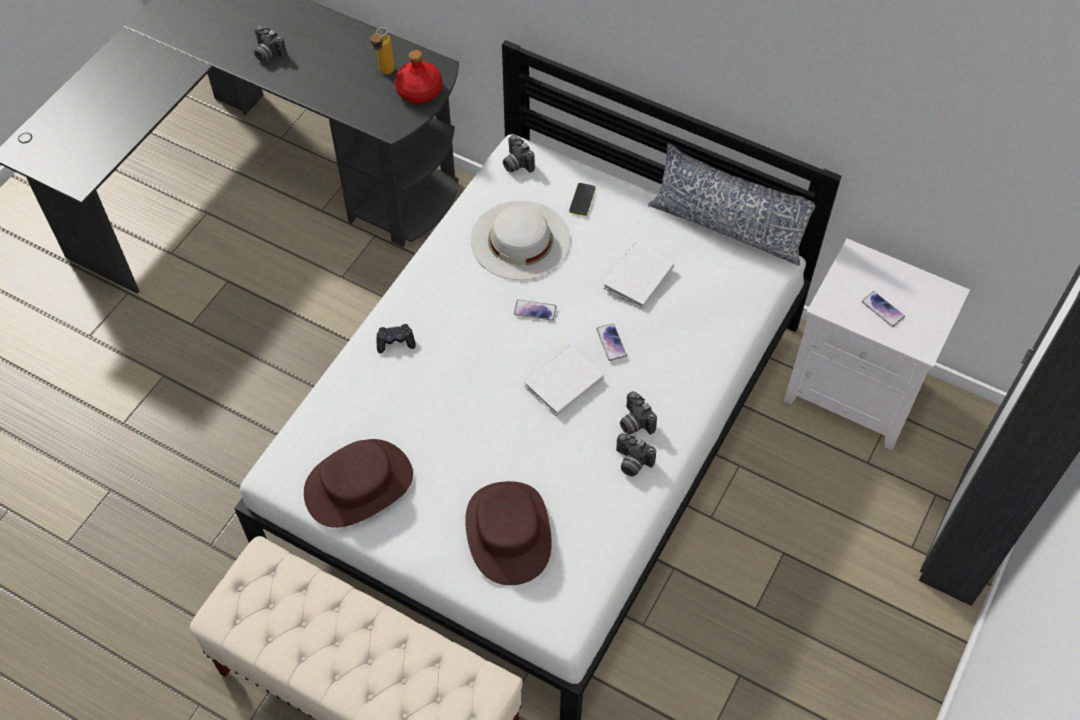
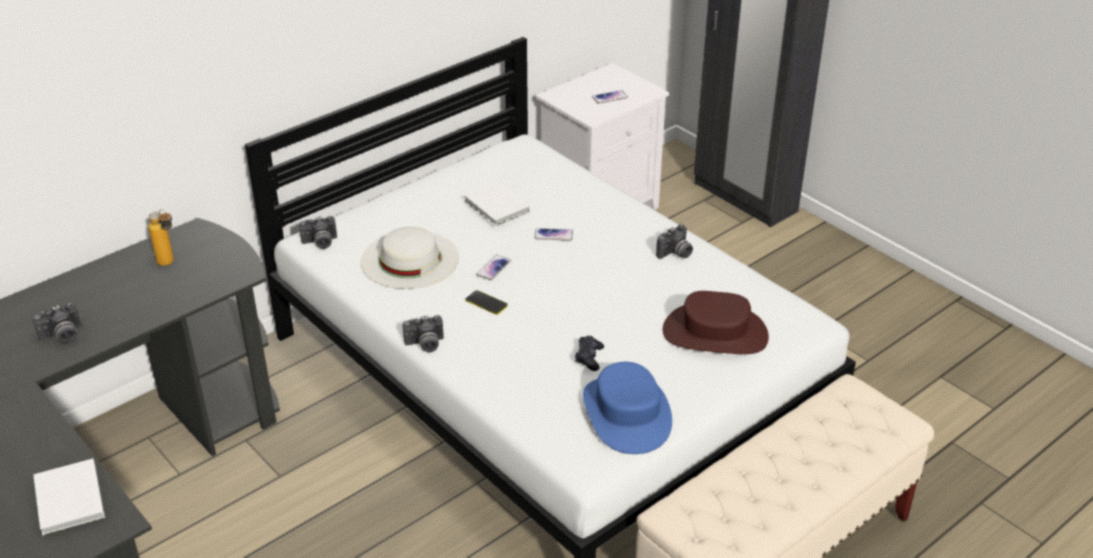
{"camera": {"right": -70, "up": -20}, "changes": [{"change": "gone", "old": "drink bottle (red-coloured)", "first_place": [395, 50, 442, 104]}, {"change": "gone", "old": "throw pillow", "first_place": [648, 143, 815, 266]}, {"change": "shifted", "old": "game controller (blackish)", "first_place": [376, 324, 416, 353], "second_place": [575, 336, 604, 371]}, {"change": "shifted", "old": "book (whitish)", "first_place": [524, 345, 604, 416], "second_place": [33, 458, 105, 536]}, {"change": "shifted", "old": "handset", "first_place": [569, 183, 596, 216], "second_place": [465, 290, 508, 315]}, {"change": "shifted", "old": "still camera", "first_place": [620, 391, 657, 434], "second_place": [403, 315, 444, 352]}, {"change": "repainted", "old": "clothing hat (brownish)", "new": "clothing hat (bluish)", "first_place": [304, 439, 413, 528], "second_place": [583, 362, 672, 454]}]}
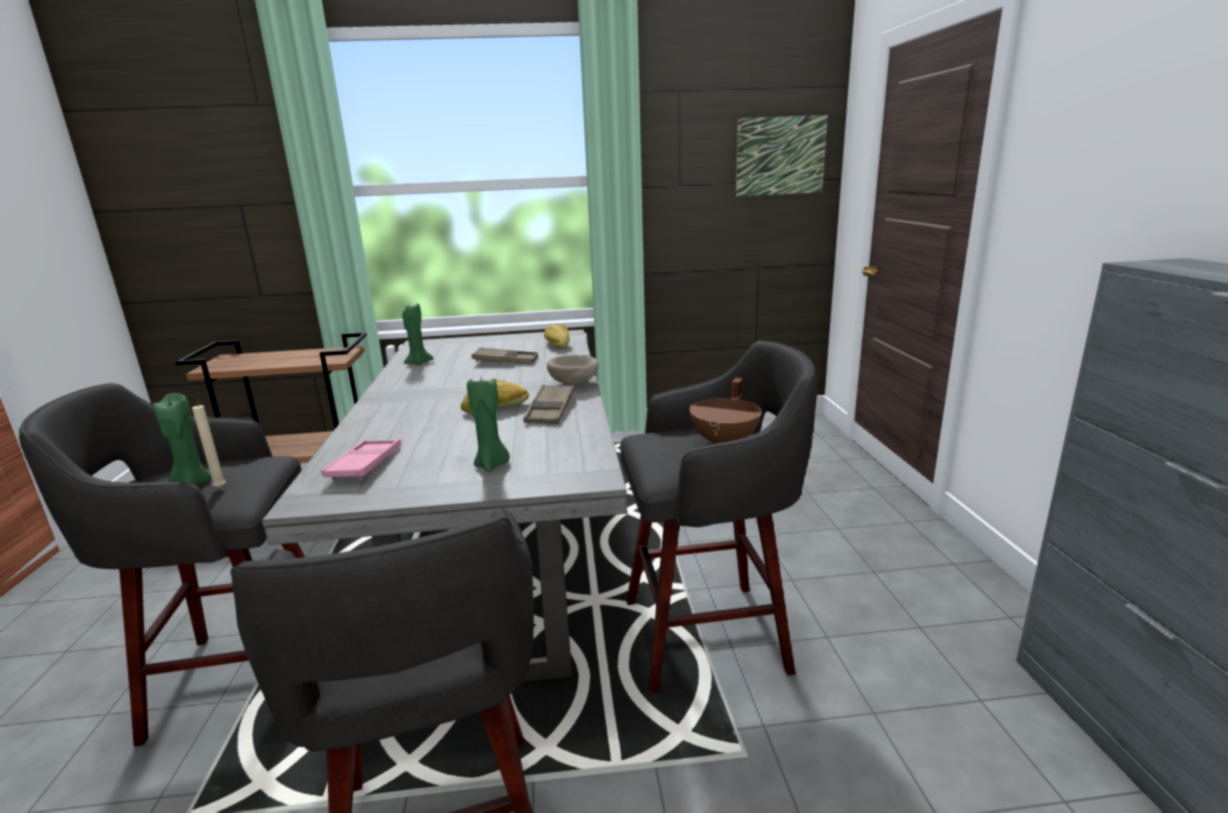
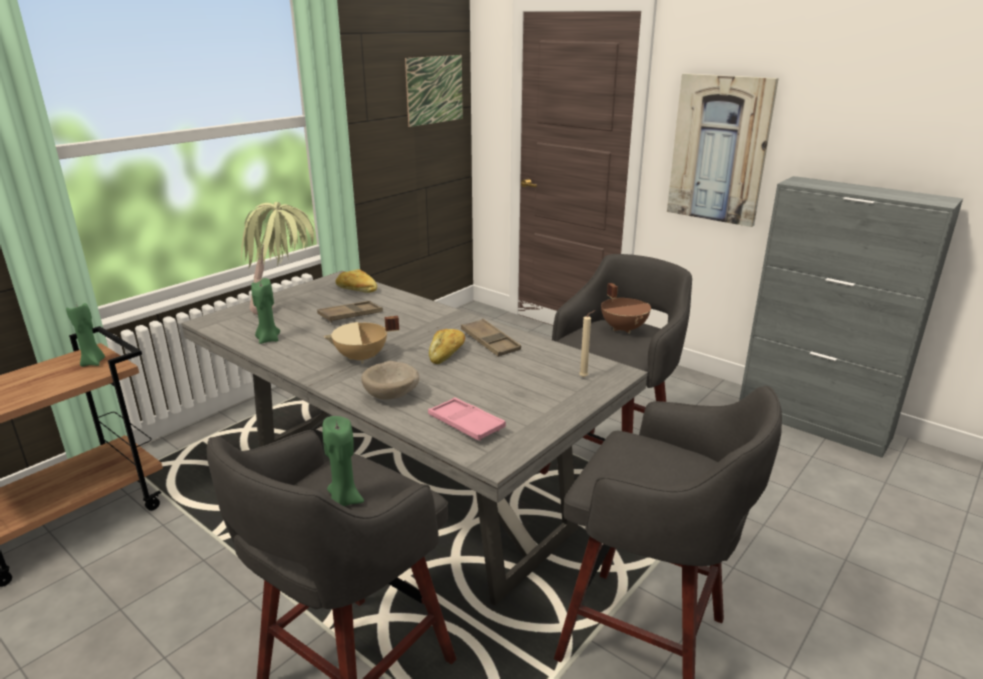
{"camera": {"right": -45, "up": 5}, "changes": [{"change": "new", "new": "houseplant", "second_place": [241, 202, 318, 315]}, {"change": "new", "new": "saucepot (beige)", "second_place": [324, 316, 399, 364]}, {"change": "new", "new": "picture", "second_place": [667, 73, 779, 227]}, {"change": "shifted", "old": "candle (beige)", "first_place": [192, 399, 226, 488], "second_place": [579, 310, 596, 378]}, {"change": "shifted", "old": "candle (greenish)", "first_place": [467, 378, 510, 472], "second_place": [66, 303, 105, 367]}, {"change": "shifted", "old": "deep dish (beige)", "first_place": [547, 354, 599, 385], "second_place": [361, 361, 419, 400]}]}
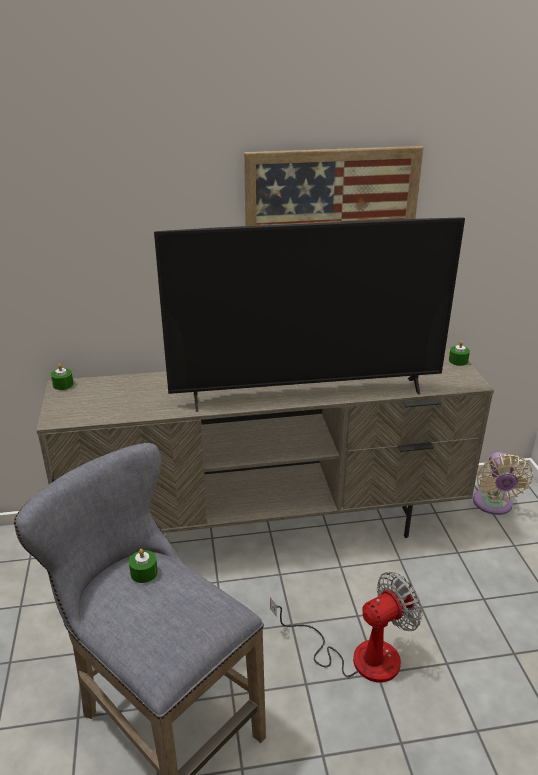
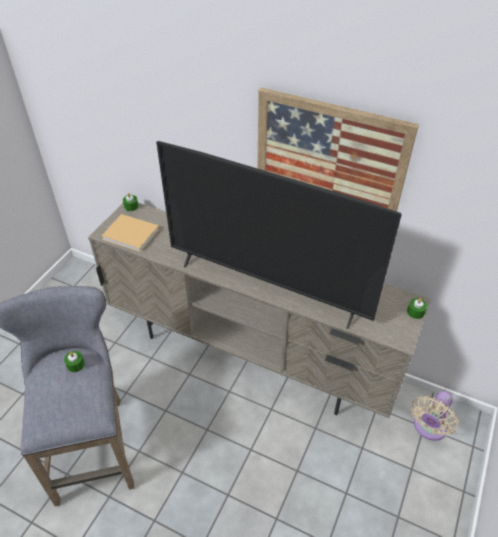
{"camera": {"right": 35, "up": 15}, "changes": [{"change": "gone", "old": "electric fan", "first_place": [270, 572, 423, 683]}, {"change": "new", "new": "book (beige)", "second_place": [101, 214, 159, 252]}]}
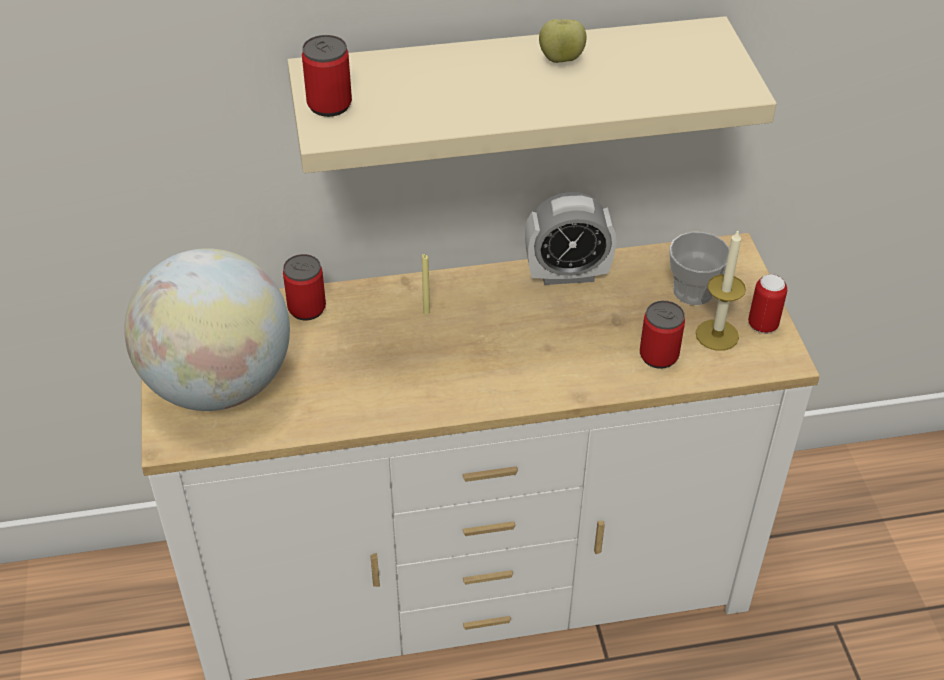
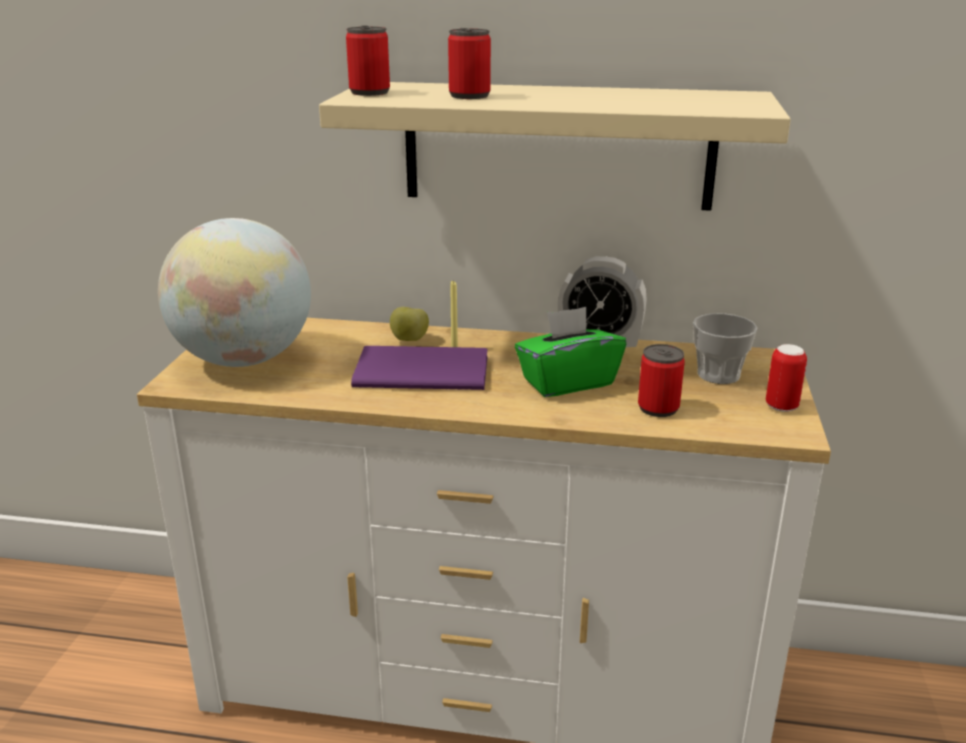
{"camera": {"right": 20, "up": -20}, "changes": [{"change": "gone", "old": "candle", "first_place": [696, 229, 746, 351]}, {"change": "new", "new": "book (purple-coloured)", "second_place": [351, 346, 487, 390]}, {"change": "new", "new": "tissue box (greenish)", "second_place": [515, 307, 626, 397]}, {"change": "shifted", "old": "can", "first_place": [283, 254, 326, 320], "second_place": [448, 28, 491, 99]}, {"change": "shifted", "old": "whole apple", "first_place": [539, 19, 586, 63], "second_place": [390, 307, 429, 341]}]}
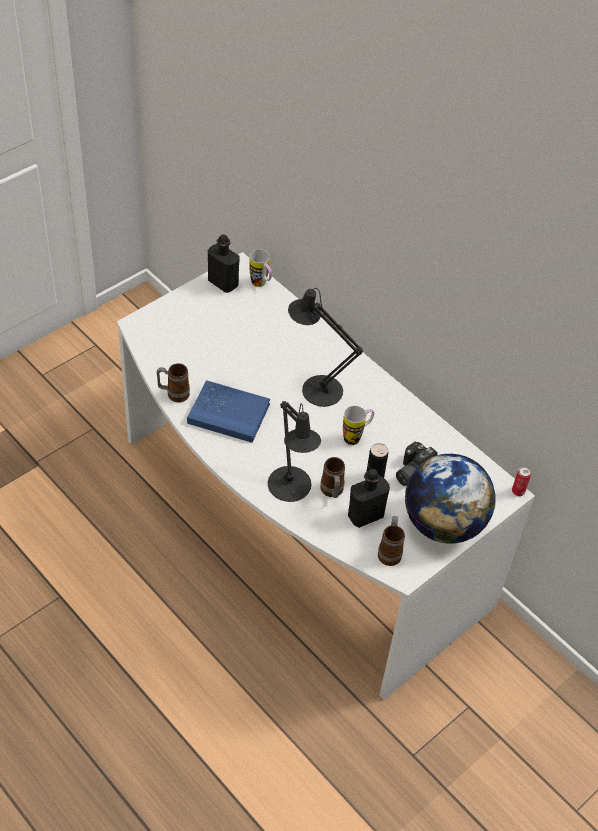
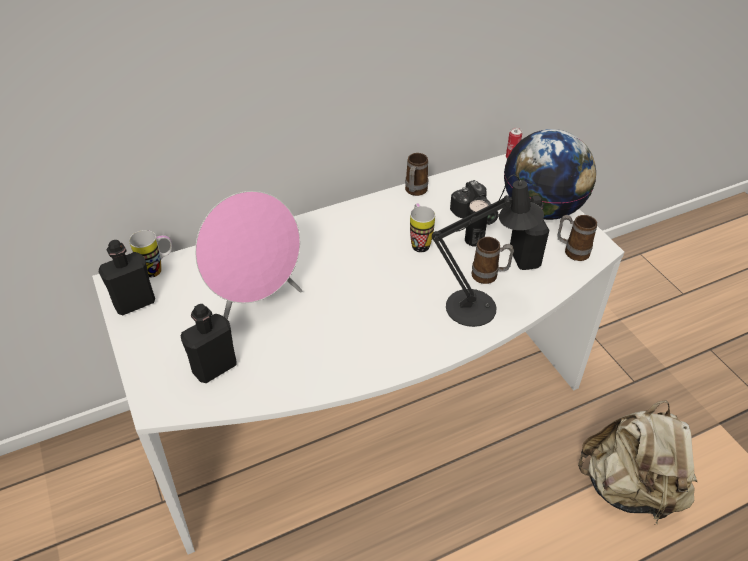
{"camera": {"right": -70, "up": -5}, "changes": [{"change": "gone", "old": "book (bluish)", "first_place": [187, 380, 270, 443]}, {"change": "gone", "old": "tabletop lamp (blackish)", "first_place": [288, 288, 363, 407]}, {"change": "new", "new": "drink bottle (blackish)", "second_place": [181, 304, 236, 383]}, {"change": "new", "new": "loudspeaker (pink-coloured)", "second_place": [195, 191, 303, 320]}, {"change": "new", "new": "backpack (beige)", "second_place": [578, 400, 697, 524]}, {"change": "shifted", "old": "tea mug", "first_place": [156, 363, 190, 402], "second_place": [405, 153, 428, 196]}]}
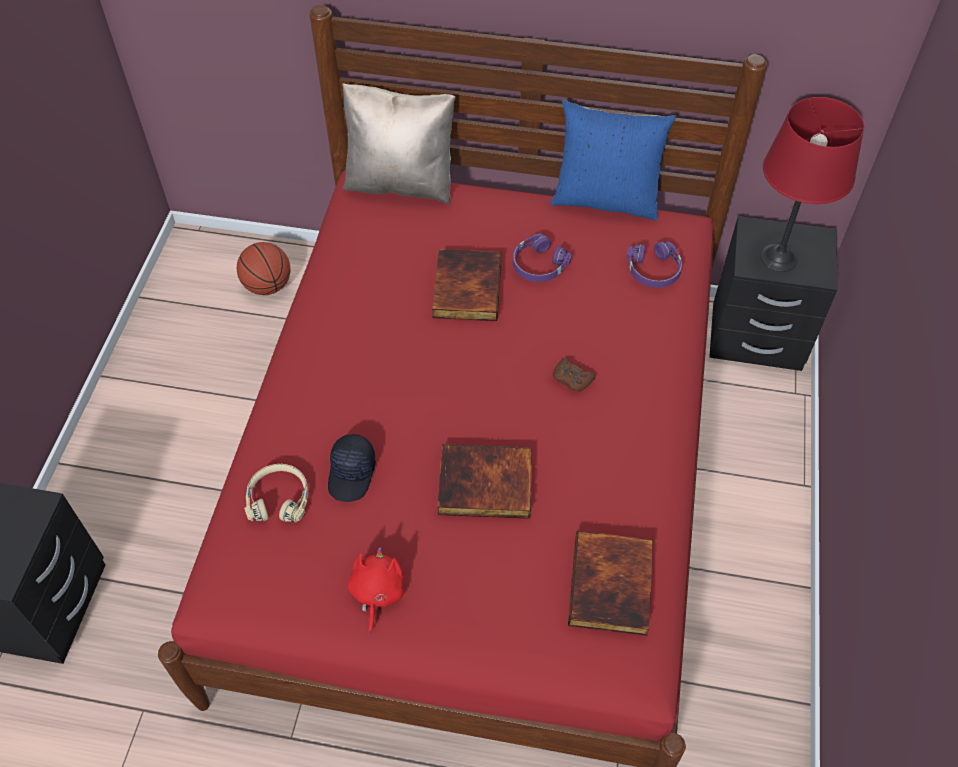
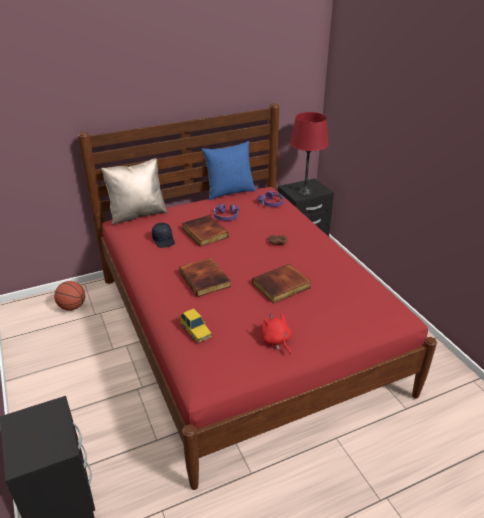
{"camera": {"right": -35, "up": -20}, "changes": [{"change": "shifted", "old": "baseball cap (blackish)", "first_place": [328, 434, 376, 502], "second_place": [152, 223, 175, 248]}, {"change": "shifted", "old": "book", "first_place": [568, 531, 653, 636], "second_place": [179, 258, 231, 297]}, {"change": "swapped", "old": "headset (beige)", "new": "model car", "first_place": [244, 464, 308, 522], "second_place": [180, 308, 212, 343]}]}
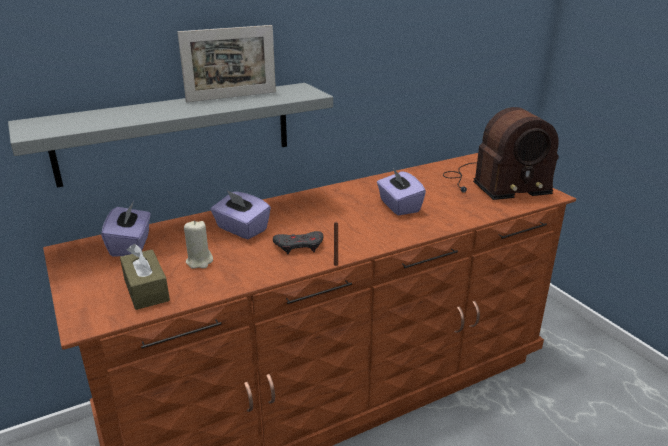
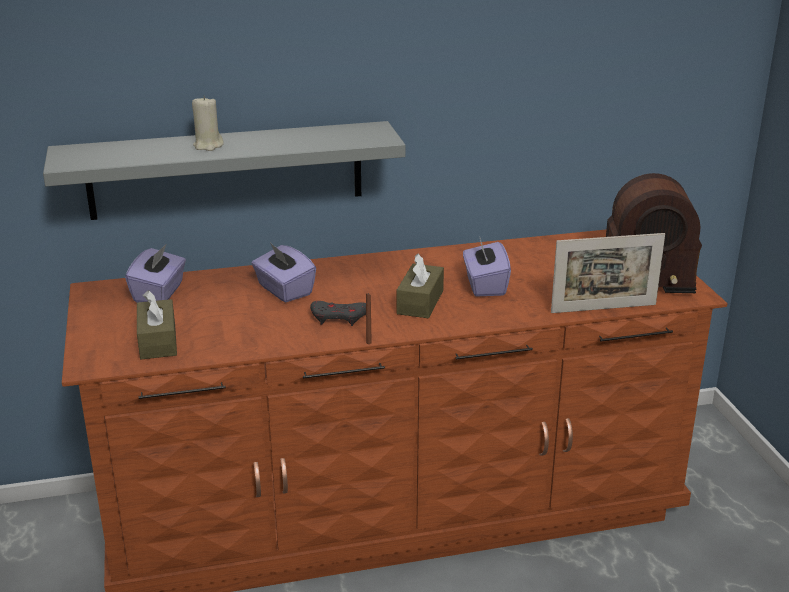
{"camera": {"right": 15, "up": 0}, "changes": [{"change": "new", "new": "tissue box (brownish)", "second_place": [396, 253, 444, 318]}, {"change": "shifted", "old": "photo frame", "first_place": [177, 25, 276, 102], "second_place": [551, 233, 665, 313]}, {"change": "shifted", "old": "candle (beige)", "first_place": [184, 220, 213, 269], "second_place": [192, 96, 224, 151]}]}
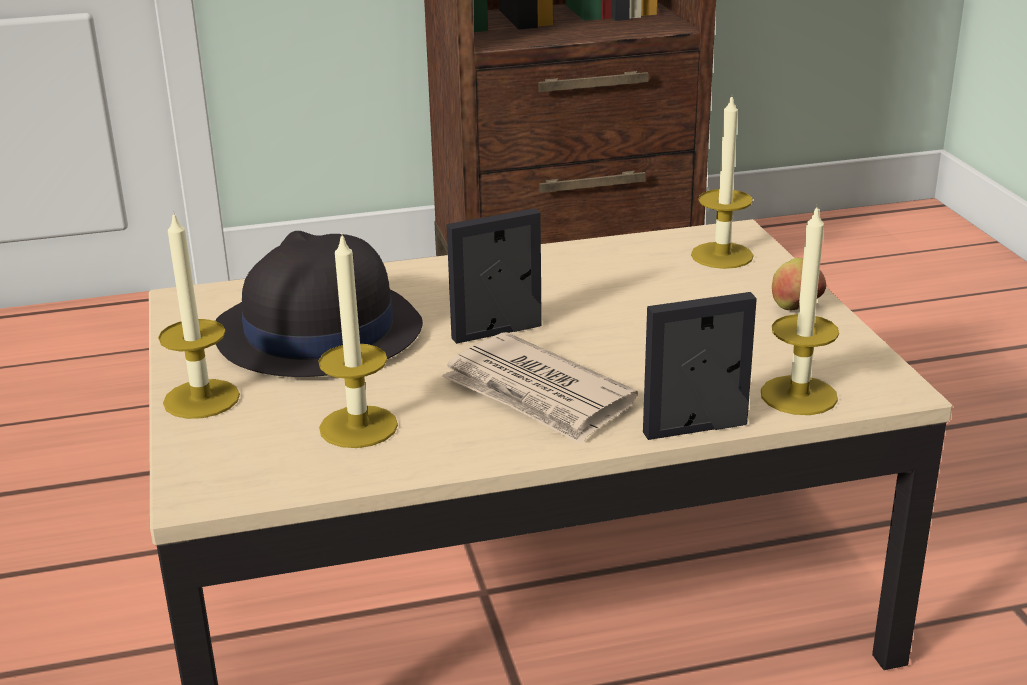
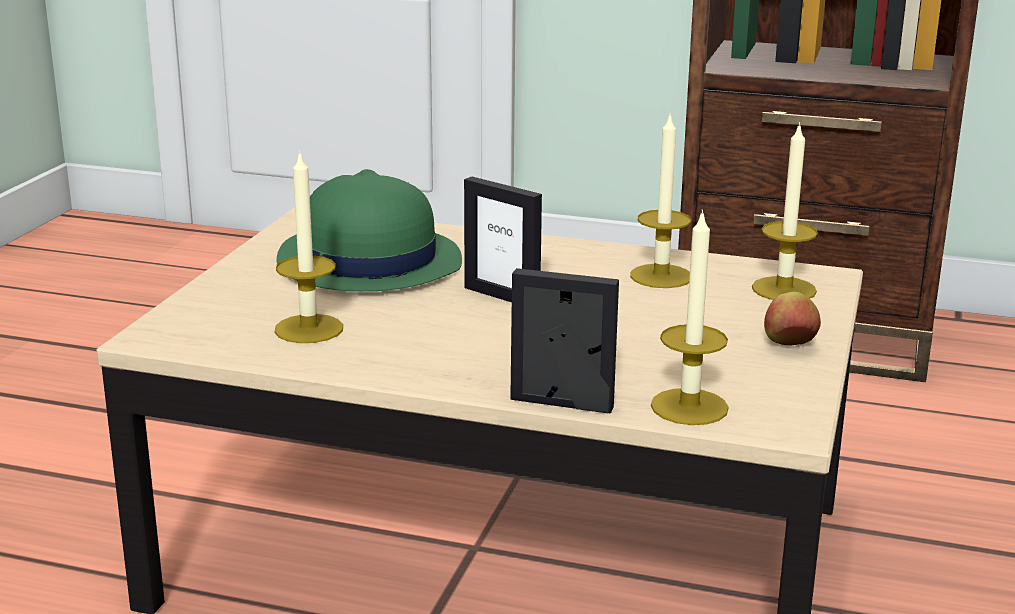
{"camera": {"right": 30, "up": -5}, "changes": [{"change": "gone", "old": "newspaper", "first_place": [442, 332, 638, 444]}, {"change": "shifted", "old": "candle", "first_place": [158, 211, 240, 419], "second_place": [630, 112, 691, 288]}, {"change": "repainted", "old": "clothing hat (blackish)", "new": "clothing hat (greenish)", "first_place": [215, 231, 423, 377], "second_place": [276, 169, 462, 292]}, {"change": "rotated", "old": "photo frame", "first_place": [447, 208, 542, 344], "second_place": [464, 177, 542, 302], "degrees": -150}]}
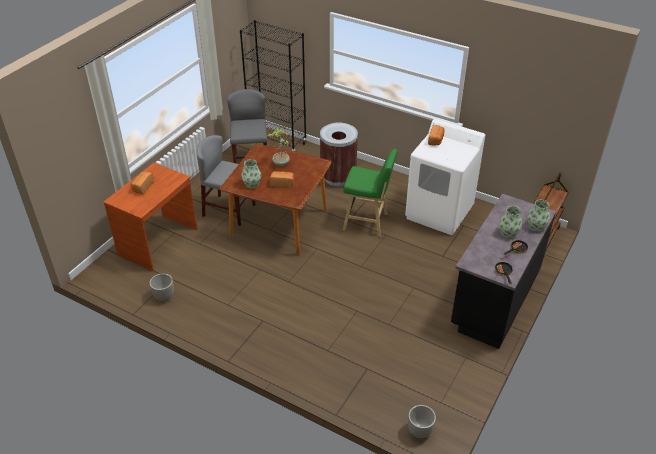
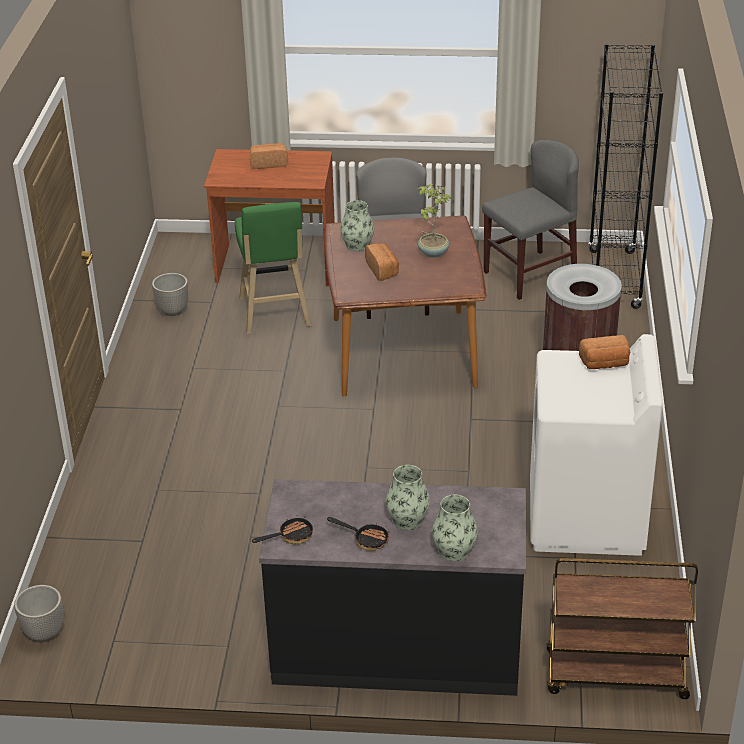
{"camera": {"right": 65, "up": -5}, "changes": [{"change": "shifted", "old": "sitting stool (greenish)", "first_place": [343, 149, 398, 237], "second_place": [235, 202, 311, 334]}]}
